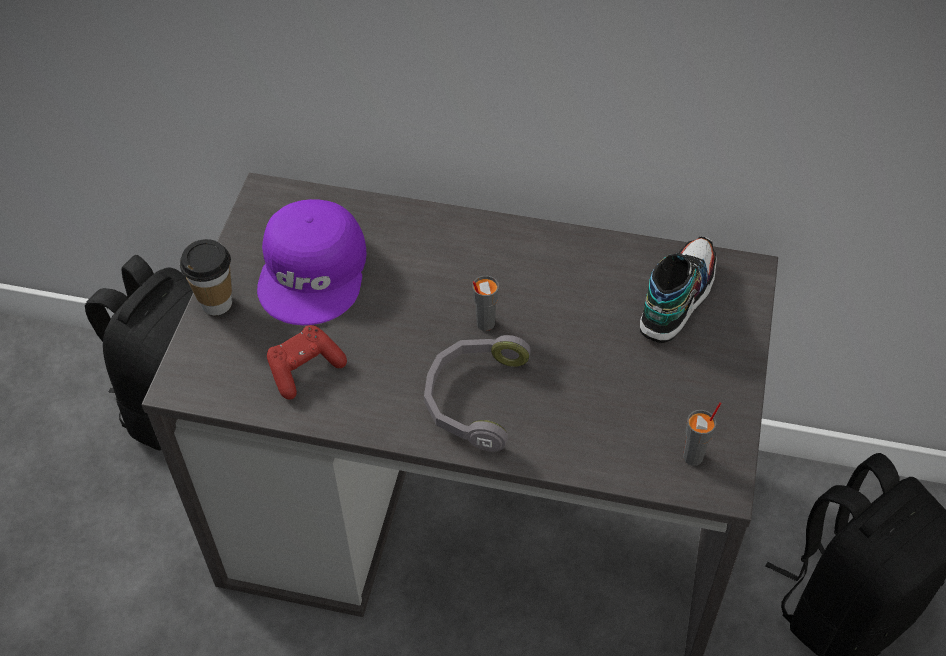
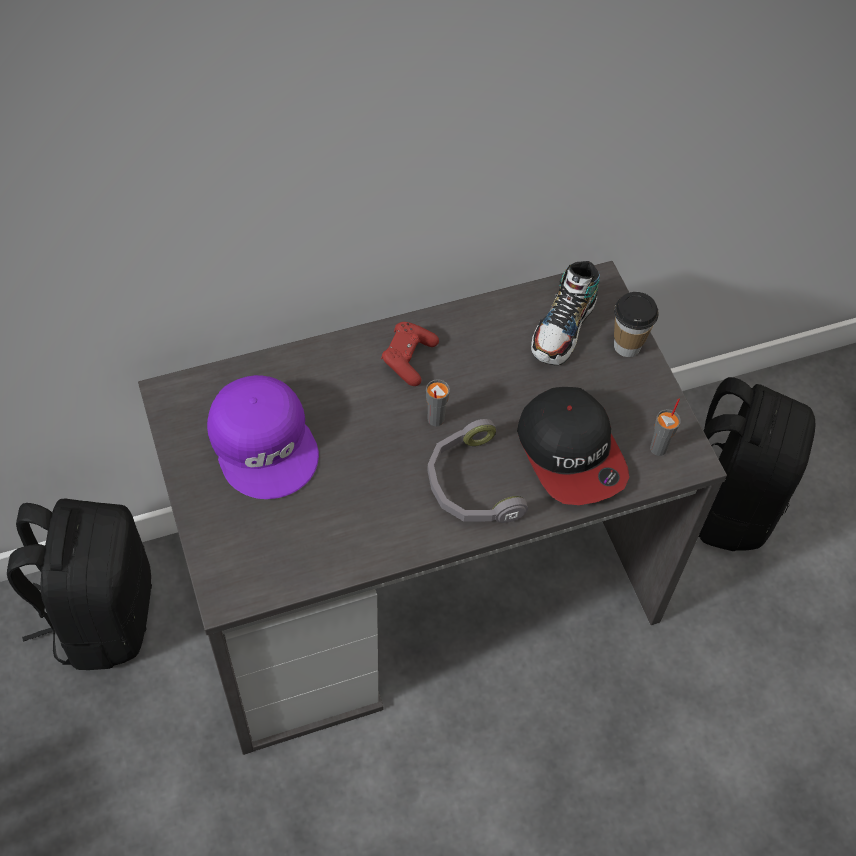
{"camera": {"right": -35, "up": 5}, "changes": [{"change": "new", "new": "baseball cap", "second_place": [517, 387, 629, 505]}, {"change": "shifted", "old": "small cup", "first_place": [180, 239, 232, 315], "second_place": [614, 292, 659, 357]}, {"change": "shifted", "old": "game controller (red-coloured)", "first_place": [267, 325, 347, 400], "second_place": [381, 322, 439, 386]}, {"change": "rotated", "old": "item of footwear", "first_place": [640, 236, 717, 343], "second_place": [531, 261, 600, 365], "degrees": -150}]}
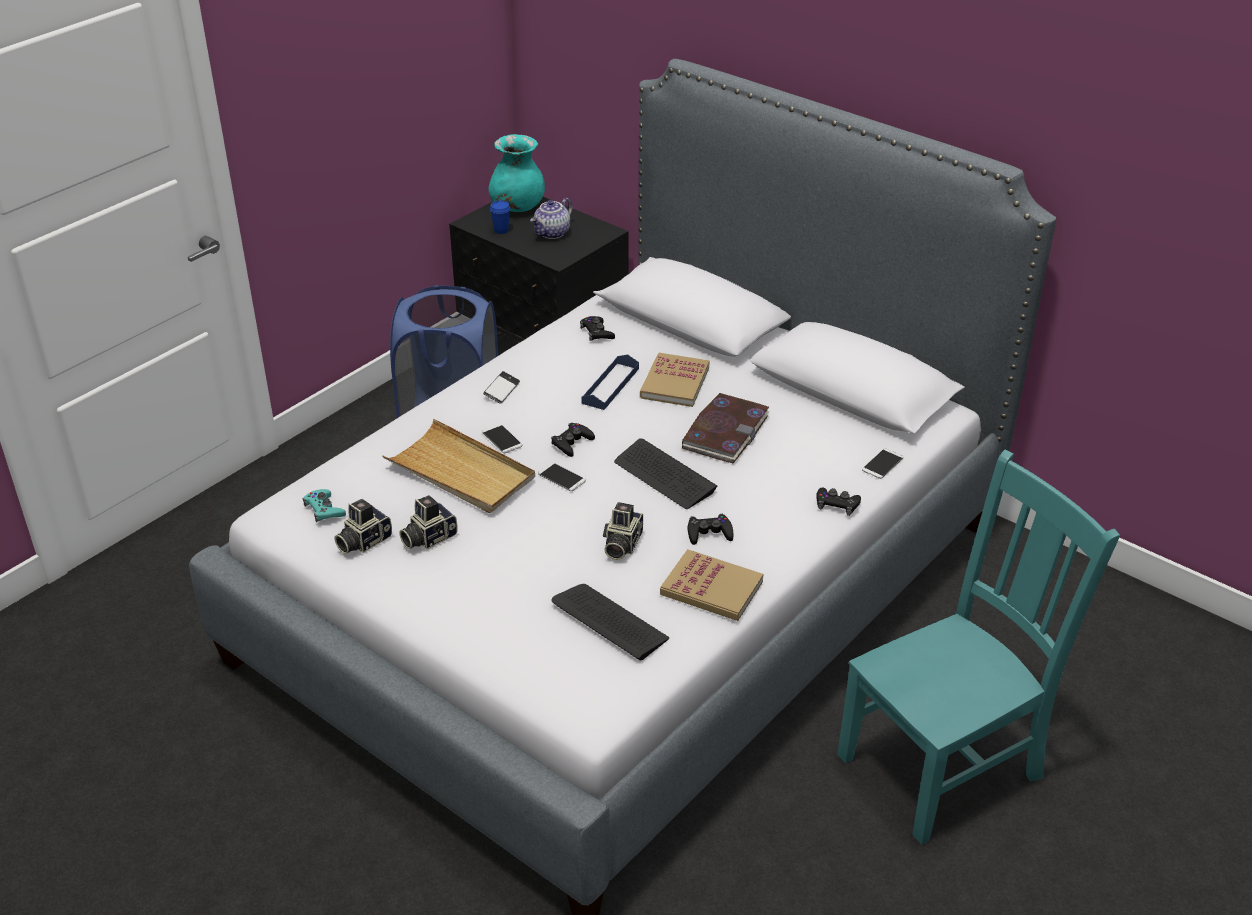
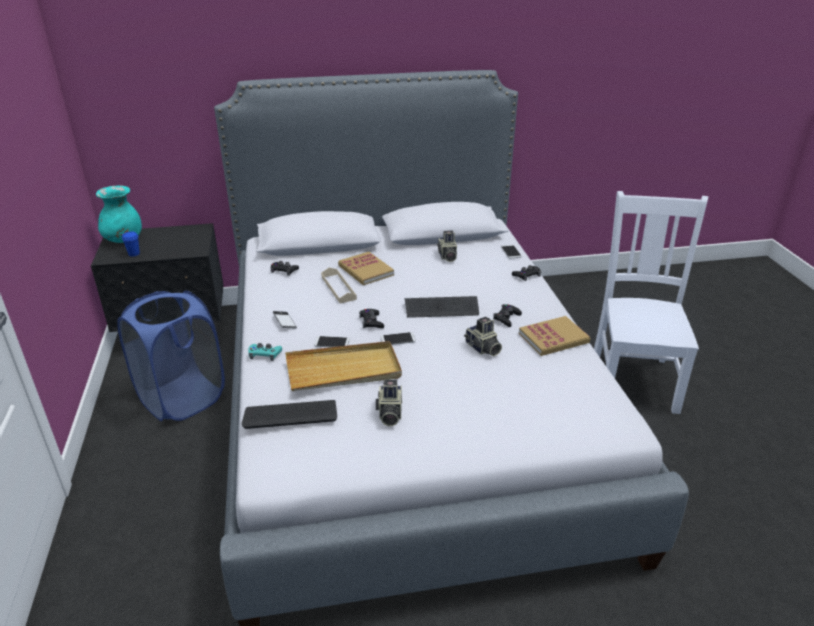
{"camera": {"right": -50, "up": -5}, "changes": [{"change": "gone", "old": "pot for tea", "first_place": [530, 198, 572, 239]}, {"change": "gone", "old": "book", "first_place": [682, 393, 770, 463]}, {"change": "shifted", "old": "game controller (turquoise)", "first_place": [302, 489, 346, 522], "second_place": [248, 343, 282, 361]}, {"change": "shifted", "old": "still camera", "first_place": [335, 499, 392, 554], "second_place": [437, 230, 457, 262]}, {"change": "shifted", "old": "keyboard", "first_place": [551, 584, 669, 660], "second_place": [242, 400, 337, 429]}, {"change": "repainted", "old": "serving tray (bluish)", "new": "serving tray (beige)", "first_place": [581, 355, 639, 410], "second_place": [321, 268, 357, 303]}, {"change": "repainted", "old": "chair (turquoise)", "new": "chair (whitish)", "first_place": [837, 449, 1120, 845], "second_place": [594, 191, 708, 414]}]}
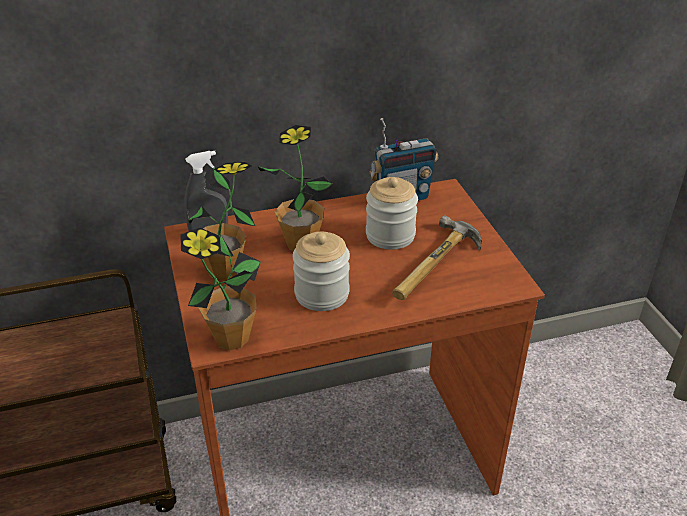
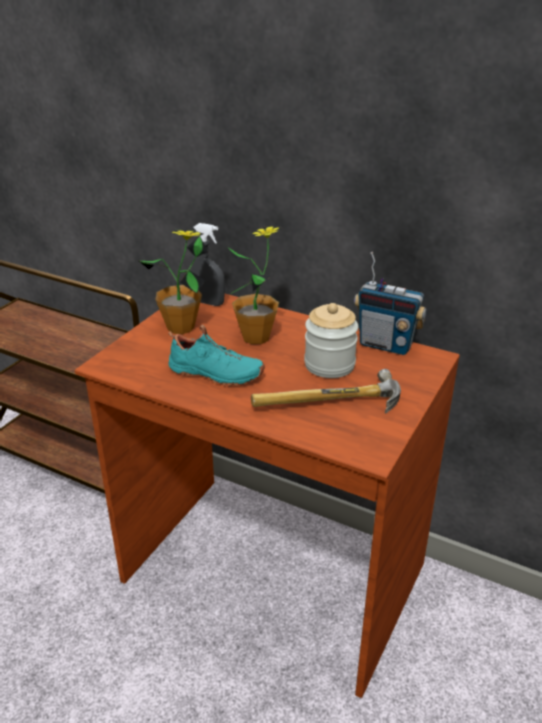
{"camera": {"right": 45, "up": -5}, "changes": [{"change": "gone", "old": "houseplant", "first_place": [180, 228, 261, 350]}, {"change": "swapped", "old": "preserve jar", "new": "item of footwear (turquoise)", "first_place": [293, 231, 350, 311], "second_place": [168, 325, 265, 386]}]}
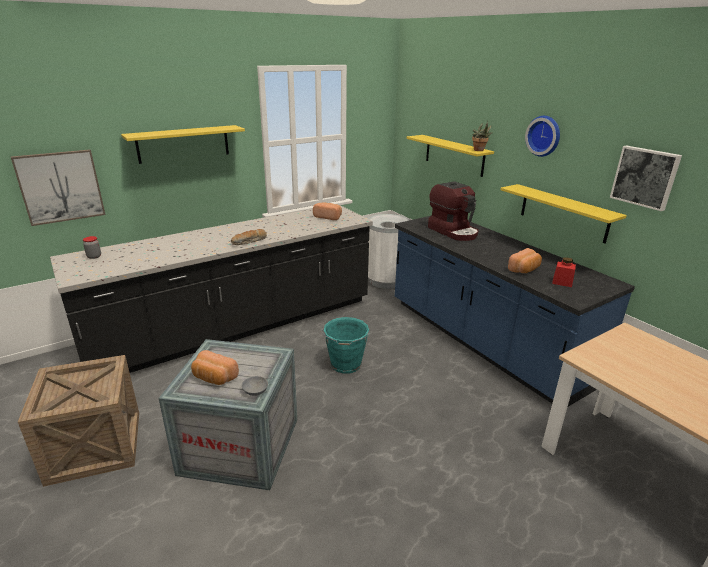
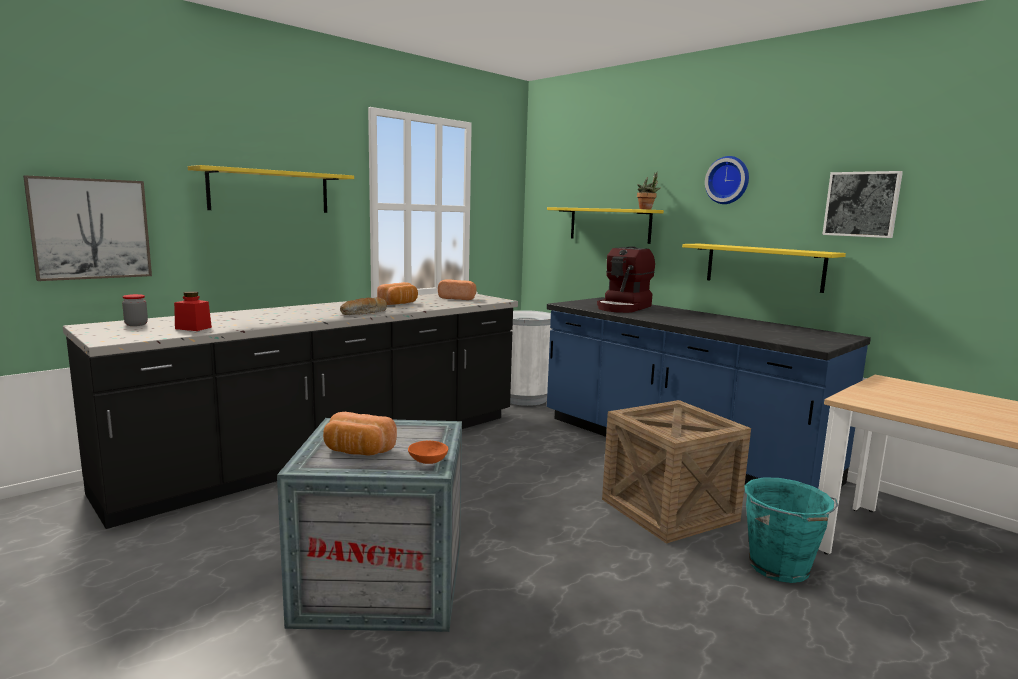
{"camera": {"right": -10, "up": -15}, "changes": [{"change": "shifted", "old": "shipping crate", "first_place": [18, 355, 139, 487], "second_place": [602, 400, 751, 544]}, {"change": "shifted", "old": "pail (turquoise)", "first_place": [321, 317, 370, 374], "second_place": [744, 477, 838, 583]}, {"change": "shifted", "old": "baked bread", "first_place": [508, 248, 542, 273], "second_place": [377, 282, 418, 305]}, {"change": "shifted", "old": "preserve jar (red-coloured)", "first_place": [552, 257, 576, 287], "second_place": [174, 291, 212, 331]}, {"change": "repainted", "old": "deep dish (greyish)", "new": "deep dish (orangey)", "first_place": [241, 376, 268, 396], "second_place": [408, 441, 448, 464]}, {"change": "rotated", "old": "coffee brewer", "first_place": [428, 181, 478, 241], "second_place": [597, 247, 655, 313], "degrees": 75}]}
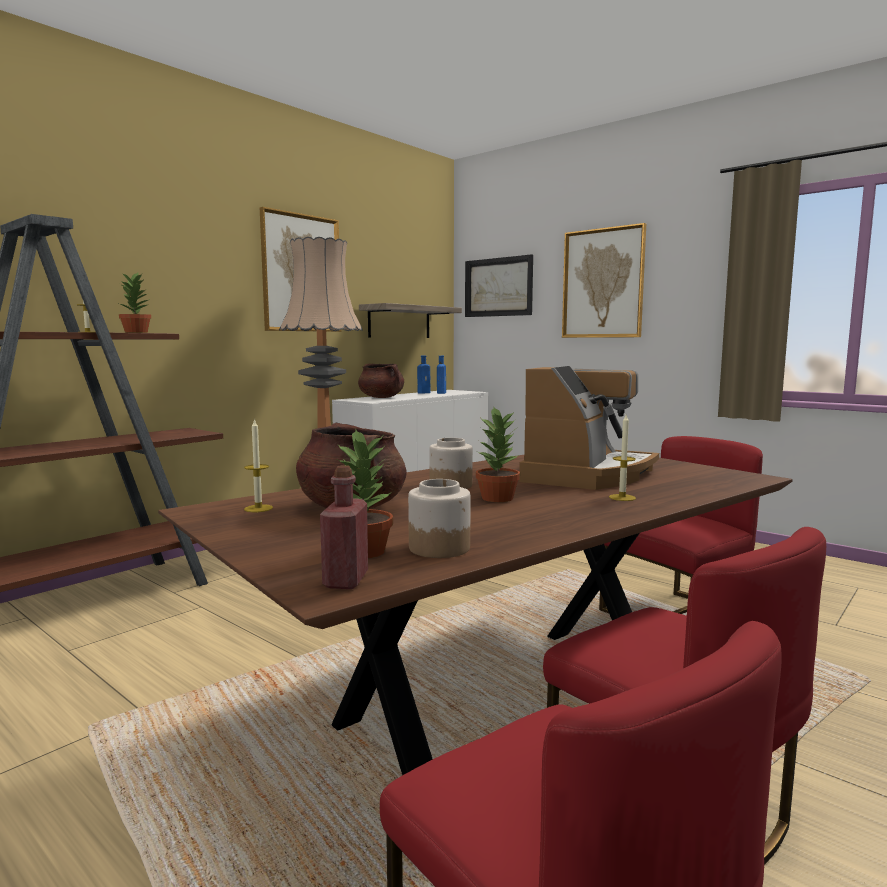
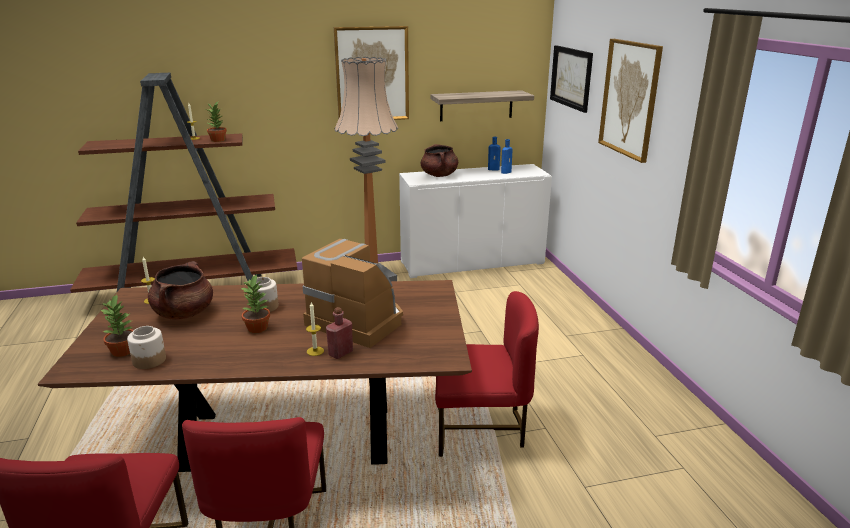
{"camera": {"right": 35, "up": 15}, "changes": [{"change": "shifted", "old": "drink bottle (red-coloured)", "first_place": [320, 465, 368, 589], "second_place": [326, 307, 353, 359]}, {"change": "rotated", "old": "coffee brewer", "first_place": [519, 366, 659, 490], "second_place": [302, 239, 403, 348], "degrees": -120}]}
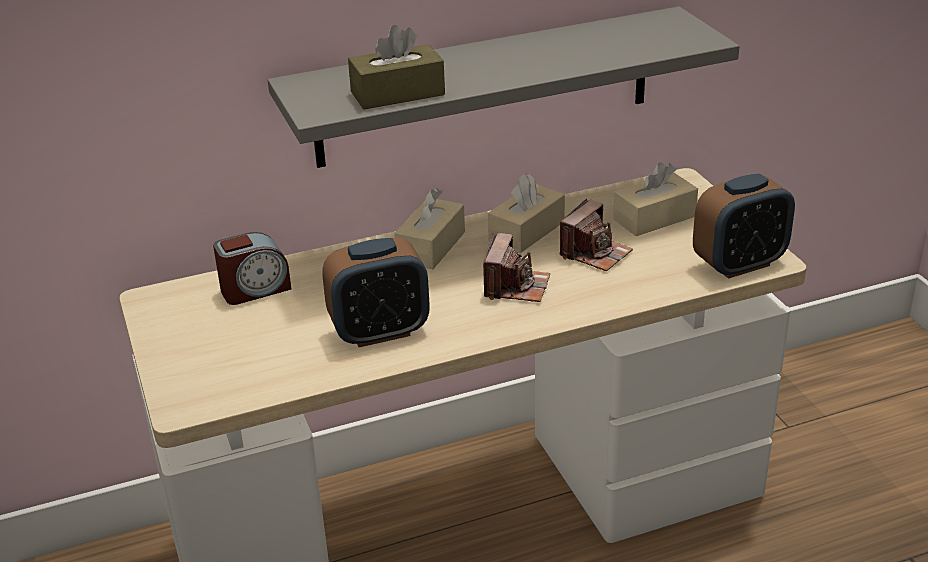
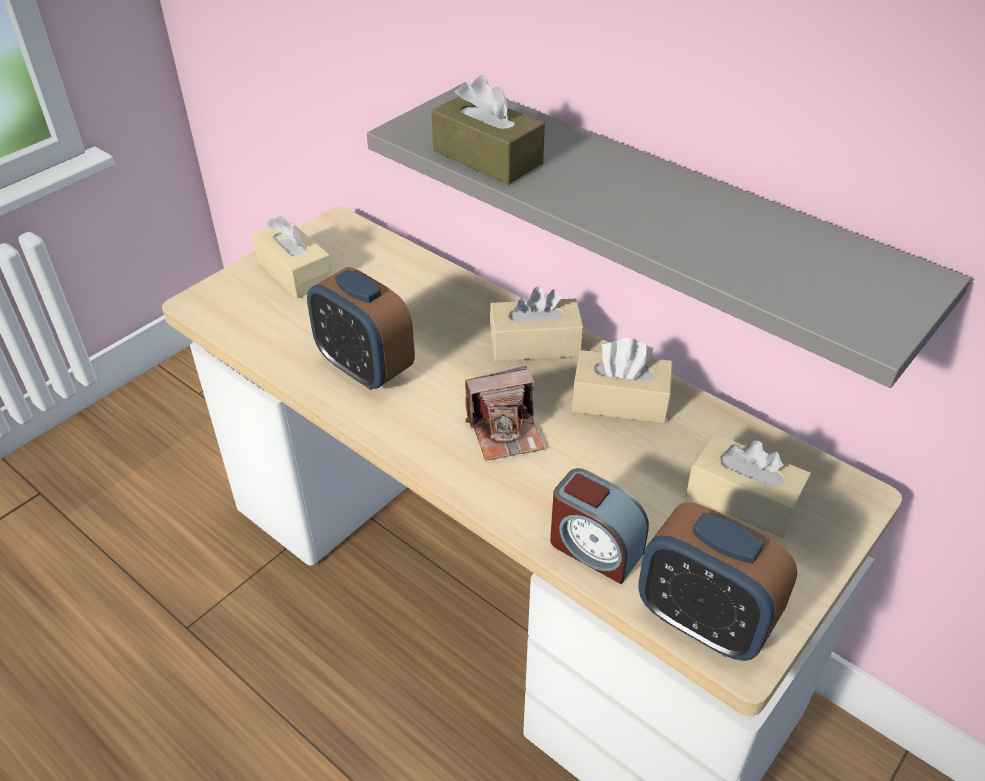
{"camera": {"right": 60, "up": 10}, "changes": [{"change": "gone", "old": "still camera", "first_place": [560, 199, 633, 271]}, {"change": "new", "new": "tissue box (beige)", "second_place": [252, 215, 332, 299]}, {"change": "shifted", "old": "bedside clock", "first_place": [213, 232, 291, 305], "second_place": [550, 468, 649, 584]}]}
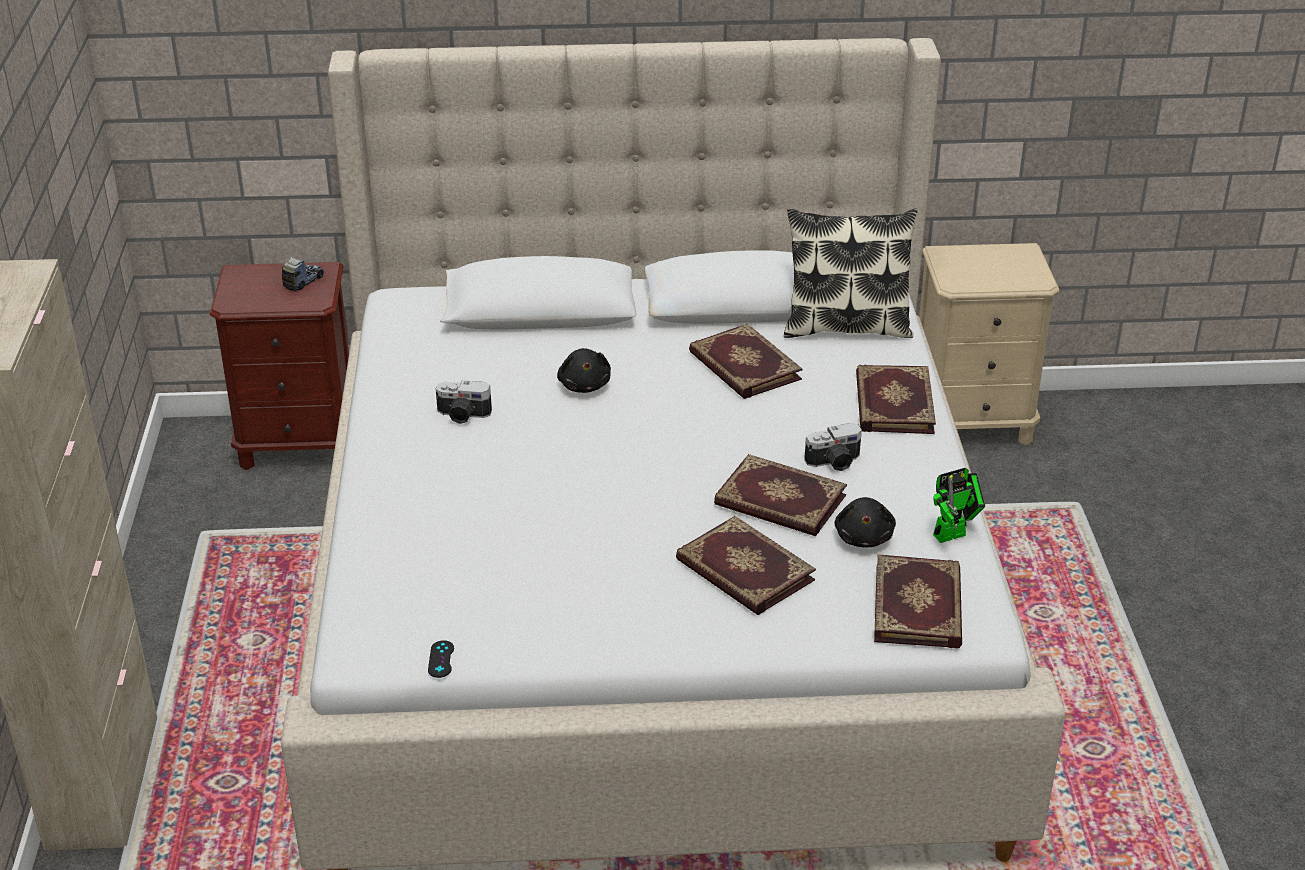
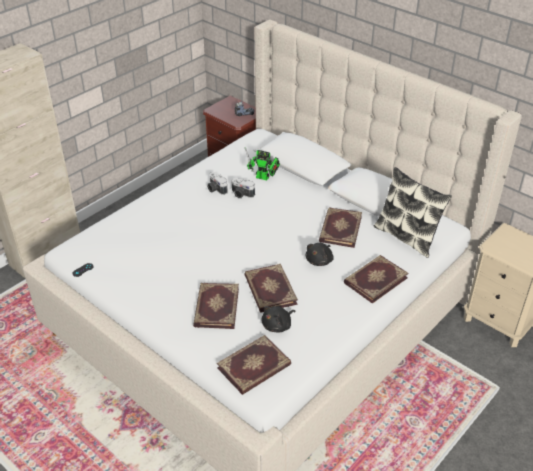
{"camera": {"right": 45, "up": 5}, "changes": [{"change": "shifted", "old": "plush toy (blackish)", "first_place": [557, 348, 611, 393], "second_place": [305, 243, 334, 266]}, {"change": "shifted", "old": "still camera", "first_place": [804, 423, 862, 471], "second_place": [231, 178, 255, 198]}, {"change": "shifted", "old": "robot figure", "first_place": [933, 468, 985, 543], "second_place": [245, 147, 280, 181]}]}
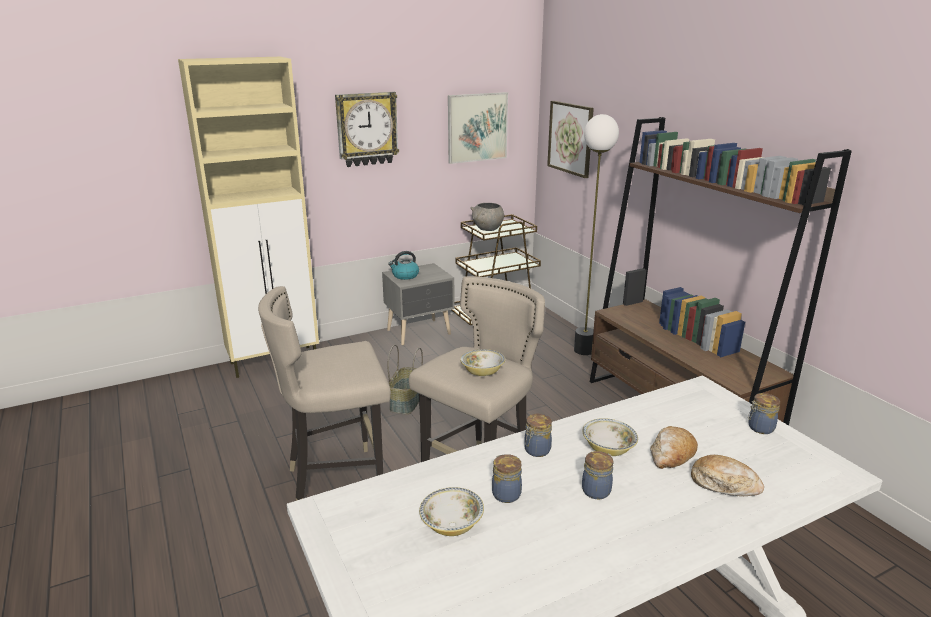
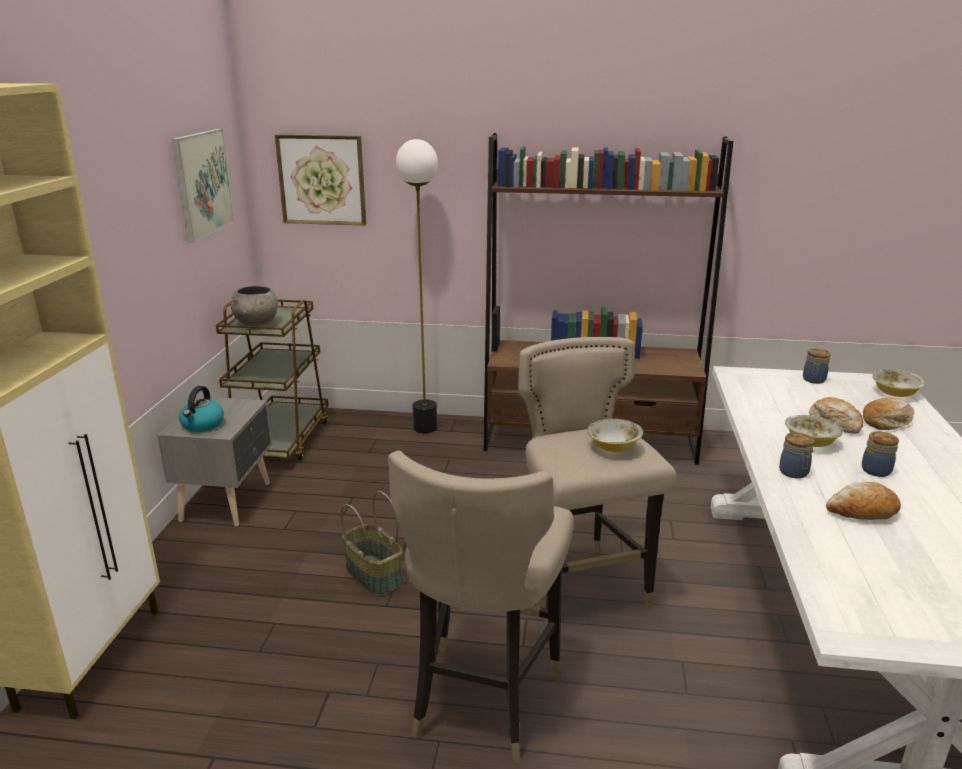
{"camera": {"right": -55, "up": 0}, "changes": [{"change": "gone", "old": "wall clock", "first_place": [335, 92, 399, 167]}, {"change": "shifted", "old": "deep dish", "first_place": [419, 487, 484, 536], "second_place": [872, 369, 926, 397]}, {"change": "swapped", "old": "preserve jar", "new": "baked bread", "first_place": [492, 454, 522, 503], "second_place": [826, 482, 901, 520]}]}
